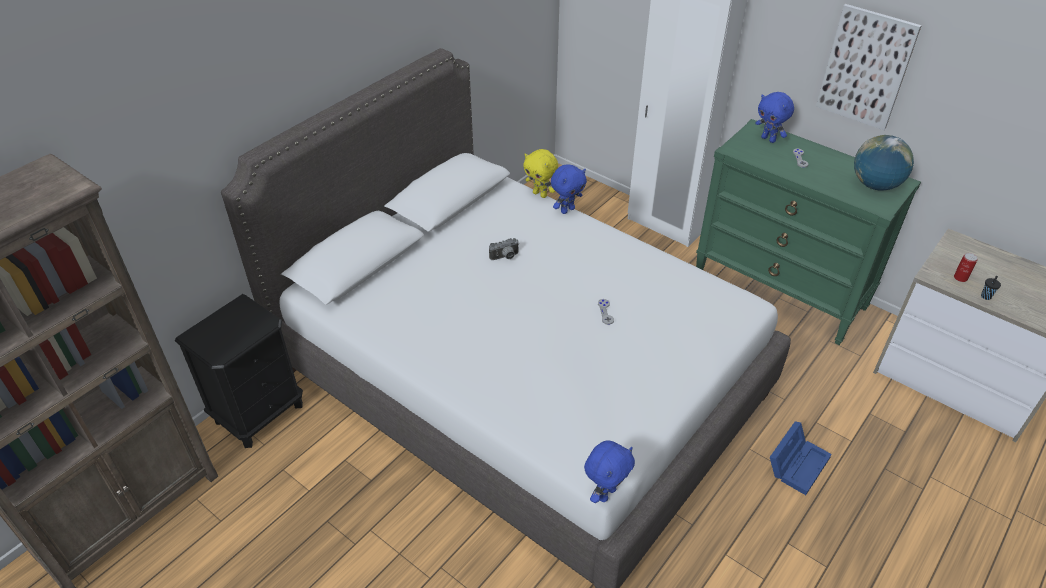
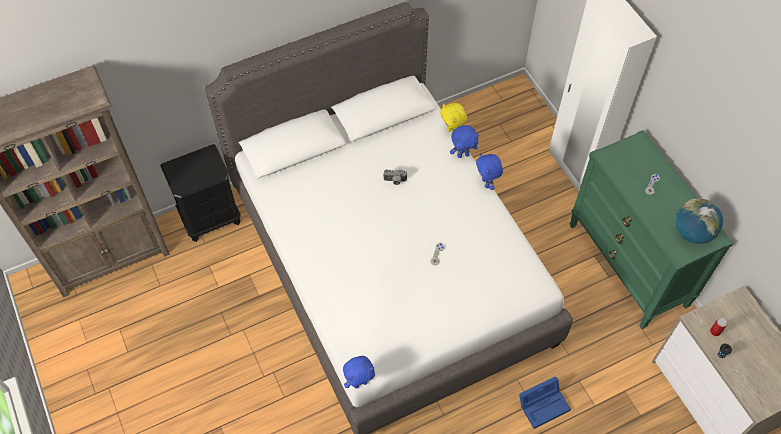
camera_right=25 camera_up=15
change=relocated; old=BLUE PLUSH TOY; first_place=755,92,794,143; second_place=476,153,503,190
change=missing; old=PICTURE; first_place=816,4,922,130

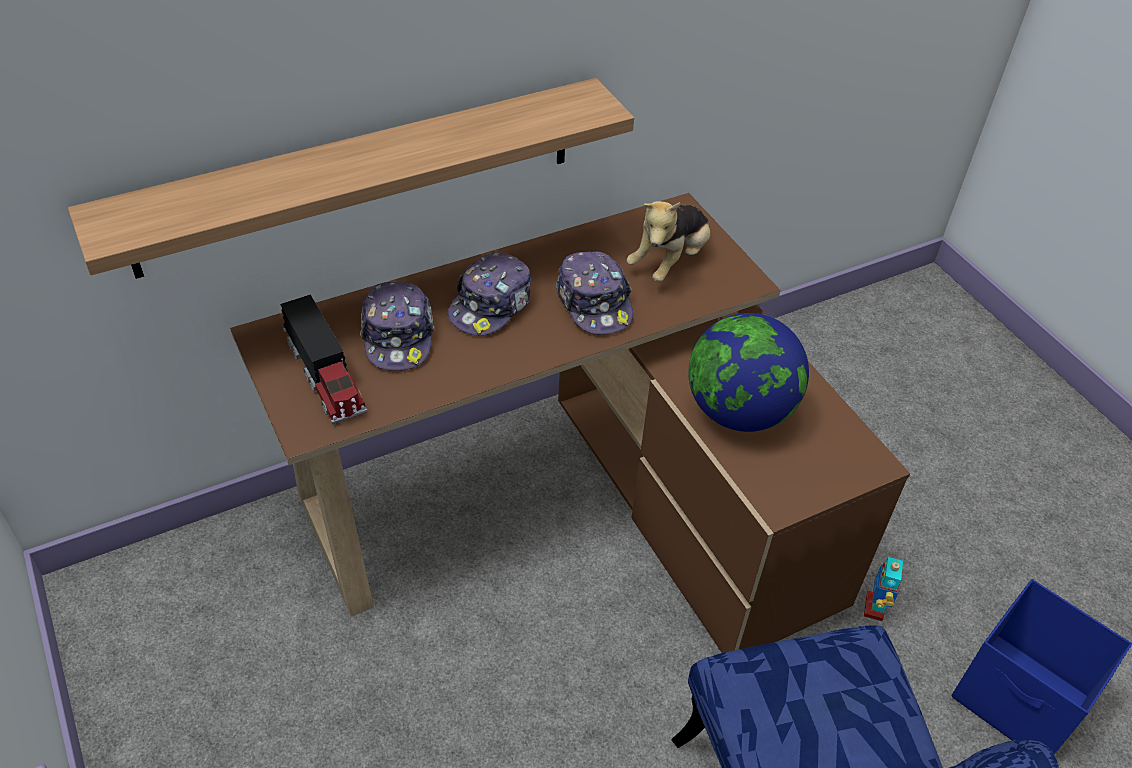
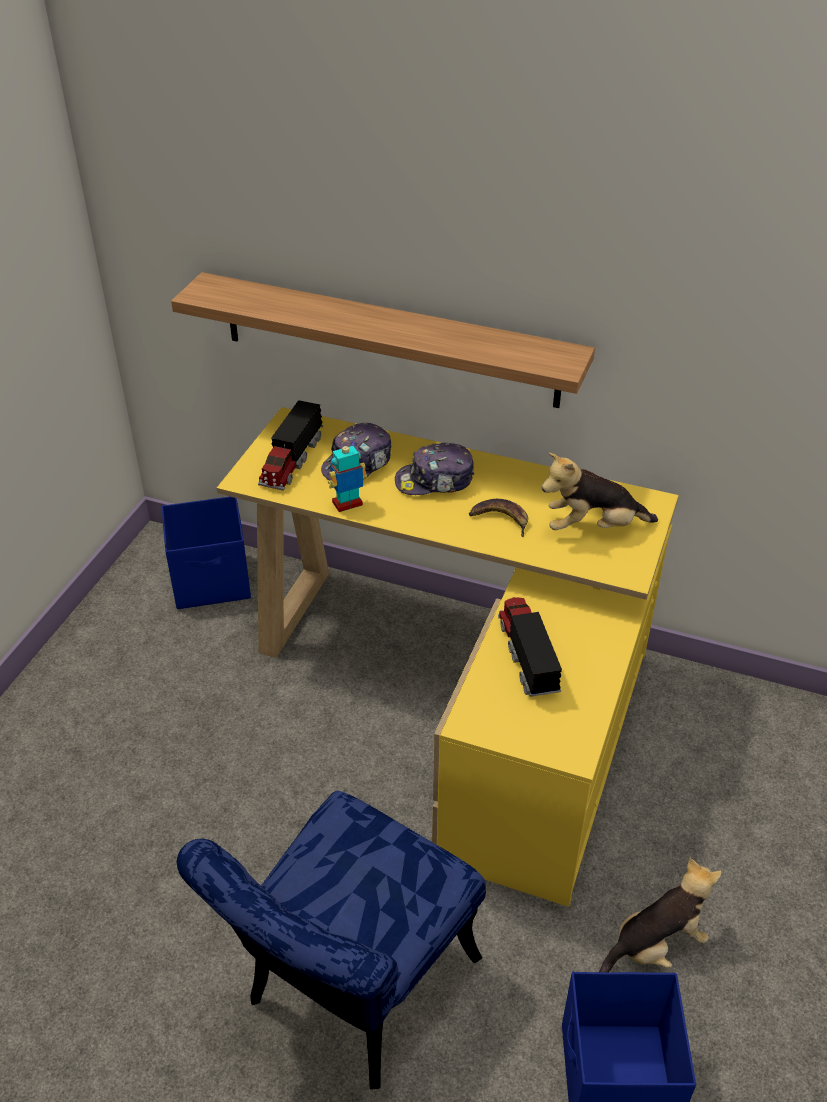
camera_right=50 camera_up=-5
change=colour; old=BROWN DESK; new=YELLOW DESK; first_place=230,193,910,653; second_place=217,407,679,907
change=exchanged; old=CAP; new=BANANA; first_place=556,252,633,335; second_place=469,499,528,537
change=exchanged; old=GLOBE; new=TOY TRUCK; first_place=688,313,809,432; second_place=498,597,562,697
change=relocated; old=TOY ROBOT; first_place=864,557,903,621; second_place=328,441,367,512
change=appeared; new=BLUE STORAGE BOX; second_place=162,497,251,609
change=appeared; new=PLUSH TOY; second_place=599,858,722,972

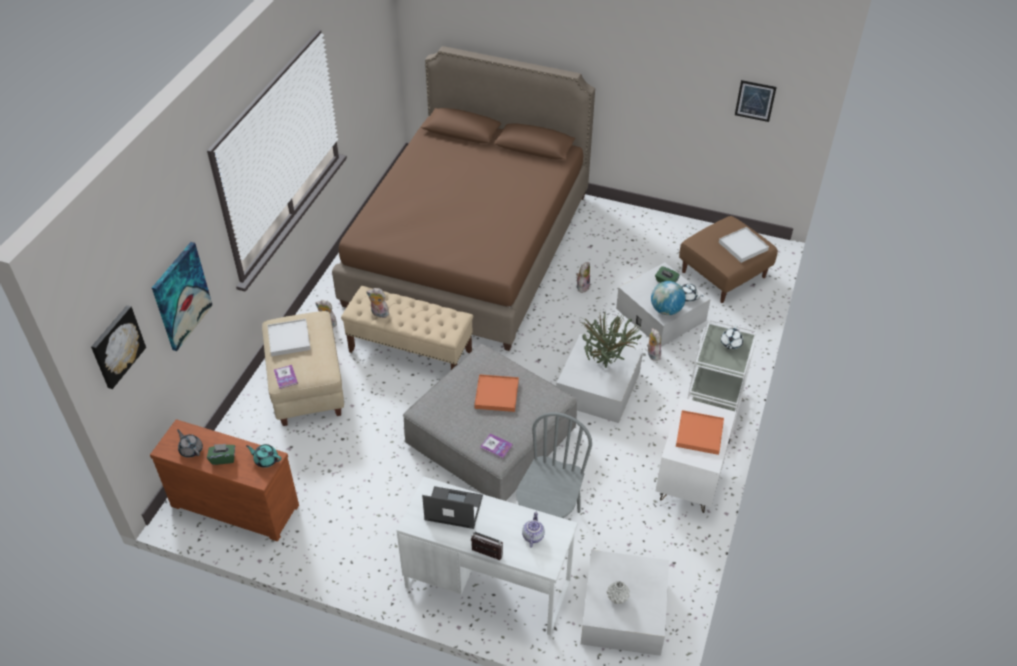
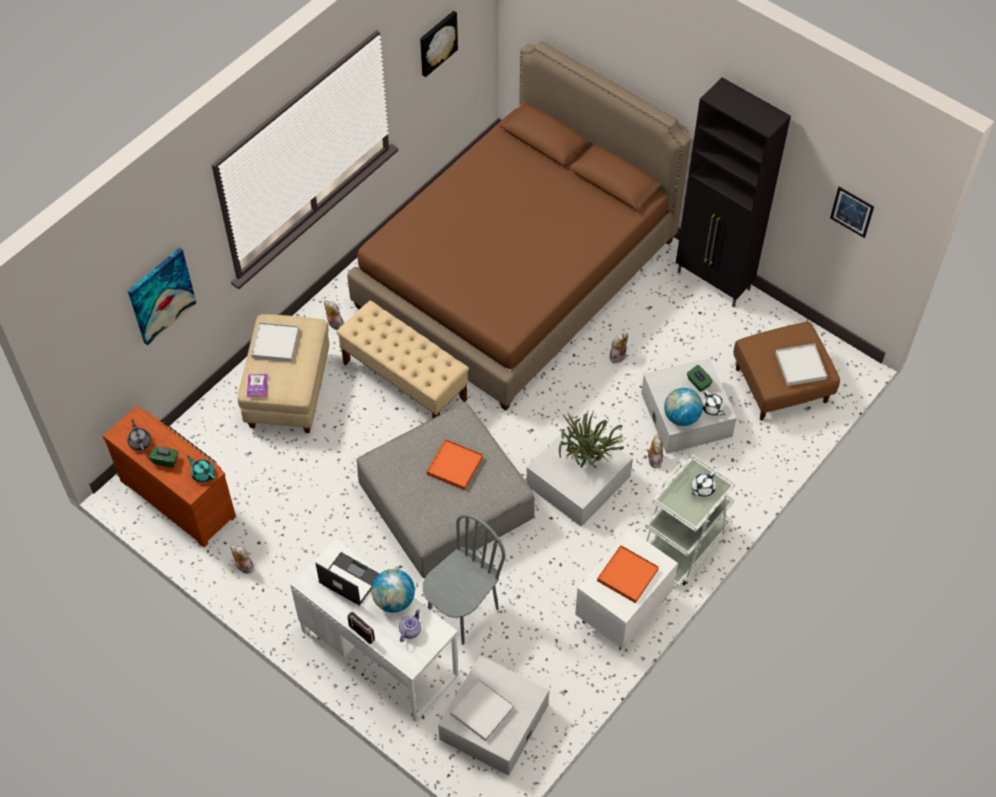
camera_right=20 camera_up=10
change=relocated; old=PICTURE; first_place=91,305,146,389; second_place=420,11,458,77
change=relocated; old=PLUSH TOY; first_place=366,288,389,318; second_place=230,545,254,574
change=missing; old=BOOK; first_place=480,433,513,459
change=exchanged; old=GREY VASE; new=WHITE TRAY; first_place=606,581,630,604; second_place=450,679,514,741
change=appeared; new=GLOBE; second_place=372,569,415,613
change=appeared; new=BLACK CABINET; second_place=676,77,791,307

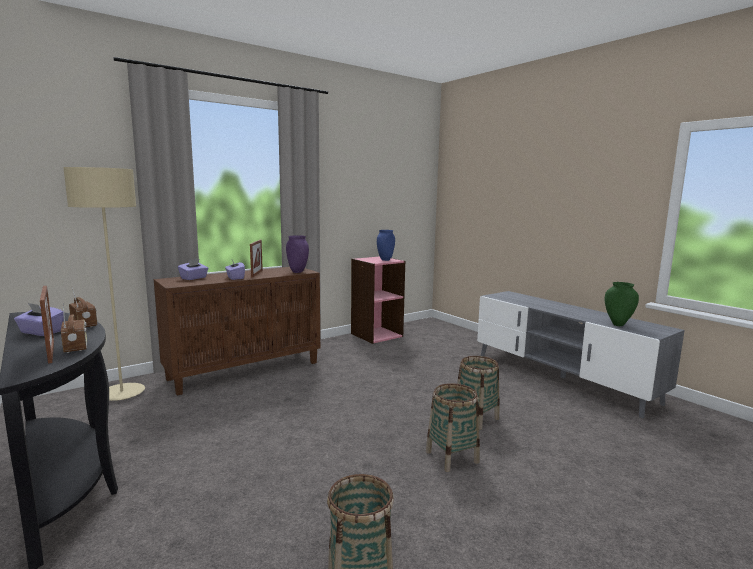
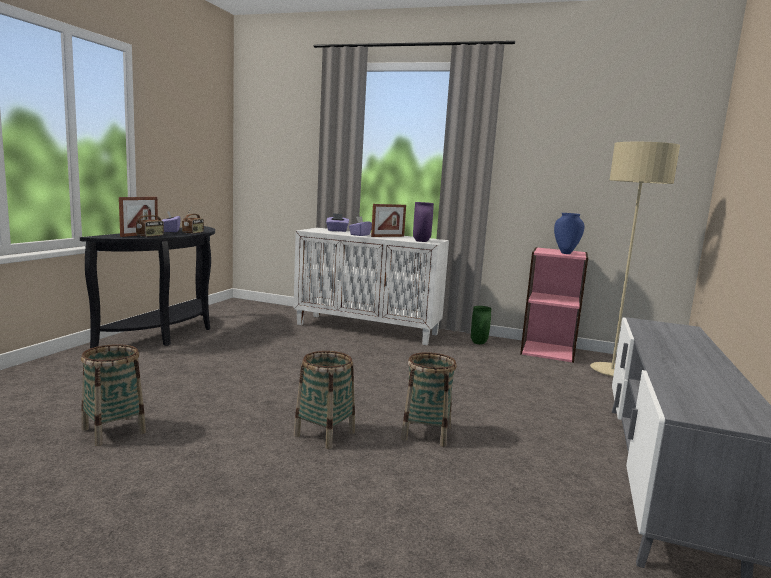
camera_right=55 camera_up=0
change=relocated; old=BEIGE FLOOR LAMP; first_place=63,167,145,401; second_place=590,142,680,376
change=colour; old=BROWN CABINET; new=WHITE CABINET; first_place=154,267,320,396; second_place=293,228,449,345
change=relocated; old=GREEN VASE; first_place=605,282,639,326; second_place=471,306,491,344

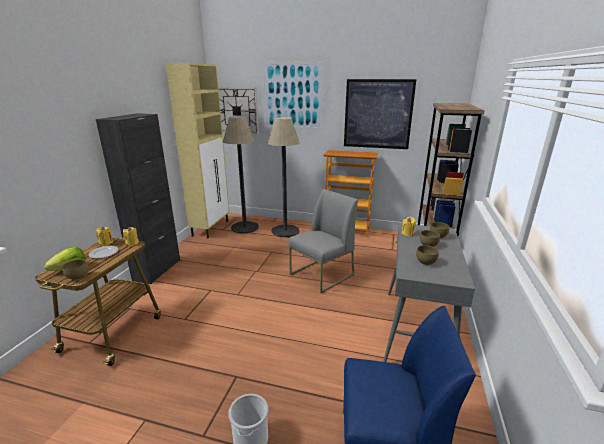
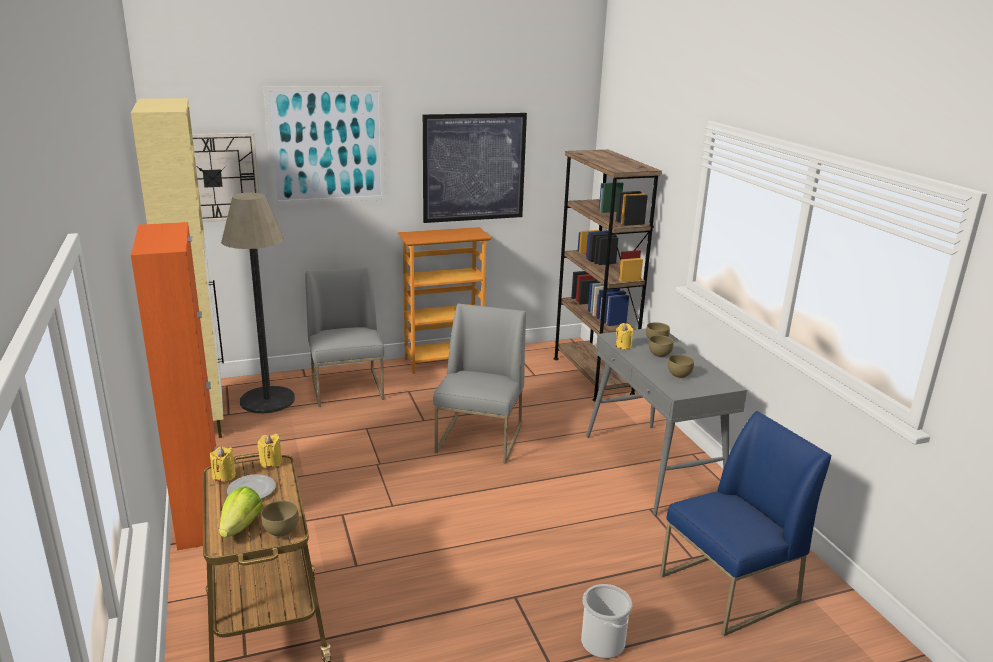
camera_right=-35 camera_up=0
change=colour; old=BLACK CABINET; new=ORANGE CABINET; first_place=96,113,180,284; second_place=131,222,223,550
change=exchanged; old=FLOOR LAMP; new=GREY CHAIR; first_place=268,117,300,237; second_place=306,267,385,407

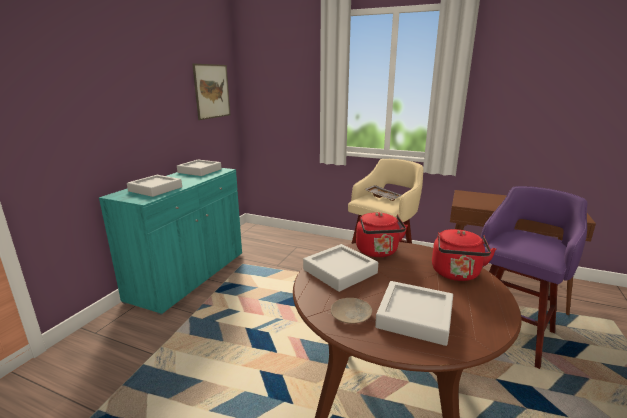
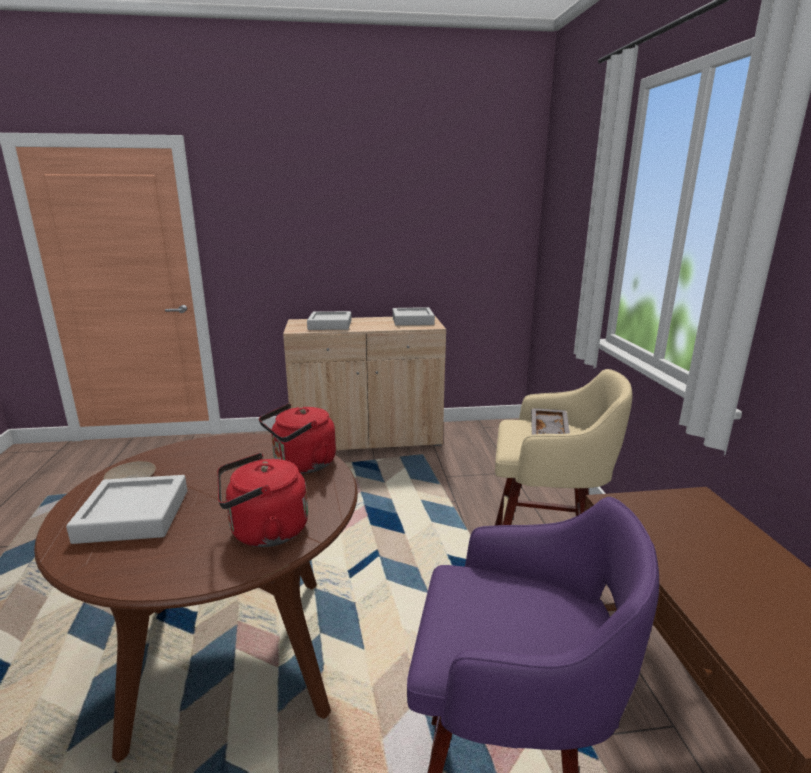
camera_right=60 camera_up=0
change=colour; old=TURQUOISE CABINET; new=BEIGE CABINET; first_place=99,168,242,315; second_place=283,316,446,450
change=missing; old=PICTURE; first_place=192,64,230,120
change=missing; old=GREY TRAY; first_place=303,244,378,292

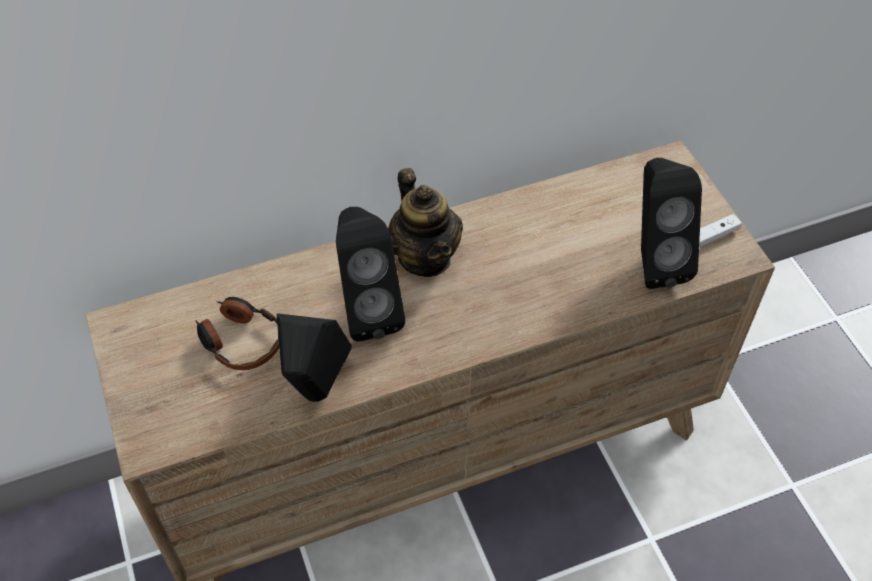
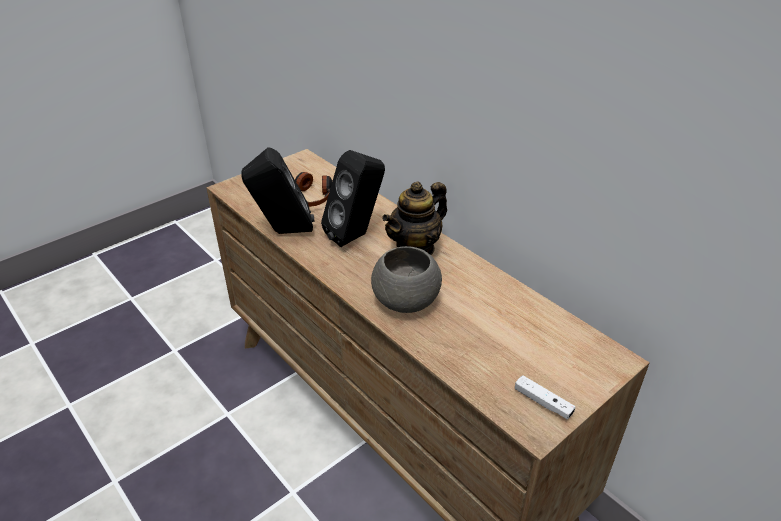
camera_right=70 camera_up=-15
change=missing; old=BLACK SPEAKER; first_place=641,158,702,289
change=appeared; new=GREY BOWL; second_place=371,246,442,313

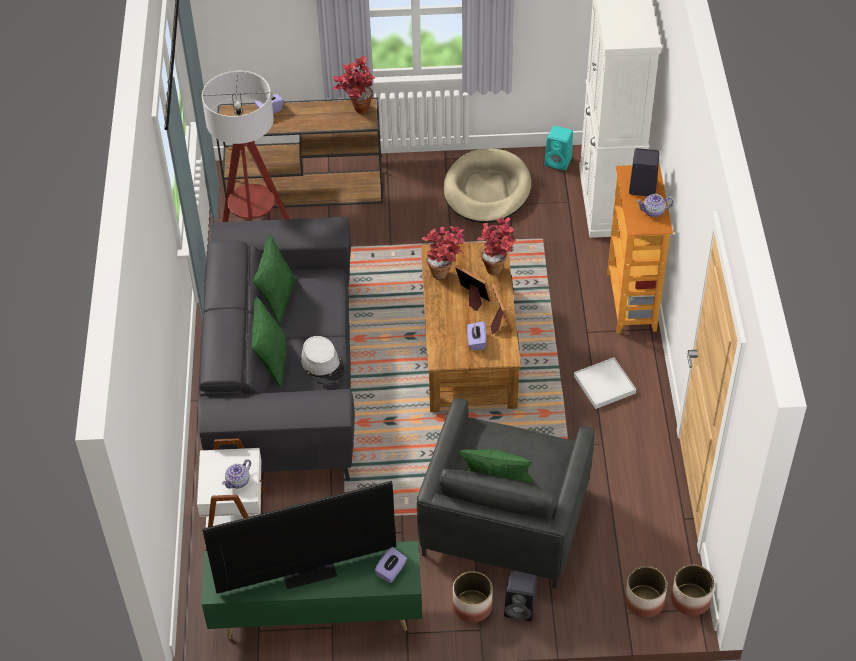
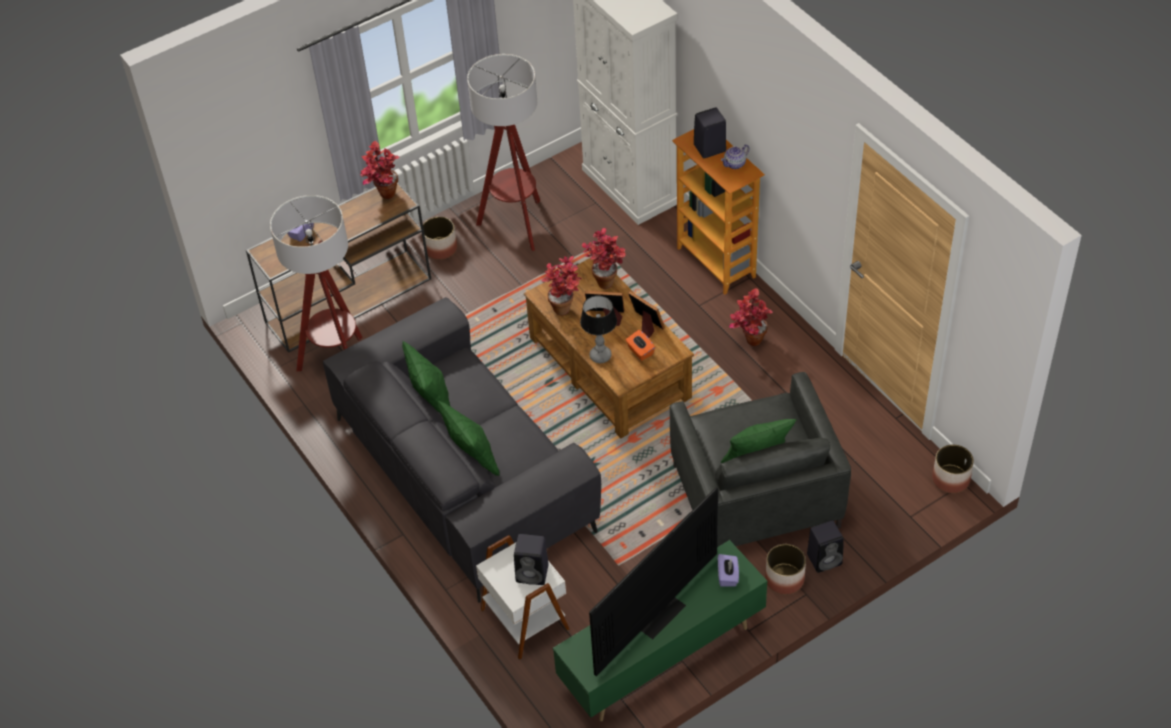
camera_right=-30 camera_up=0
change=exchanged; old=TEAPOT; new=BLACK SPEAKER; first_place=222,459,251,489; second_place=514,534,549,585
change=missing; old=GREY HAT; first_place=301,336,345,384
change=exchanged; old=BEIGE DOG BED; new=FLOOR LAMP; first_place=444,148,531,223; second_place=467,54,540,251
change=colour; old=PURPLE TISSUE BOX; new=ORANGE TISSUE BOX; first_place=467,321,486,350; second_place=626,330,655,361
change=missing; old=TURQUOISE SPEAKER; first_place=545,126,573,171
change=exchanged; old=WHITE TRAY; new=POTTED PLANT; first_place=574,357,636,409; second_place=729,288,773,346
change=relocated; old=PLANTER; first_place=625,566,667,618; second_place=423,217,457,260
change=appeared; new=TABLE LAMP; second_place=580,296,617,363

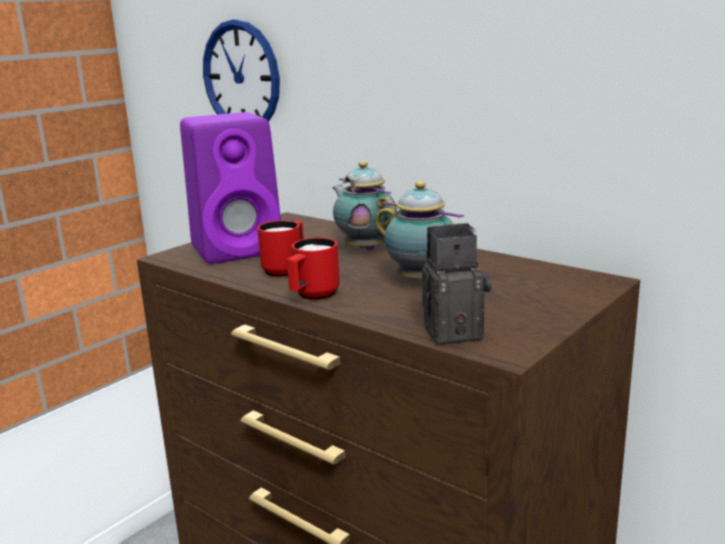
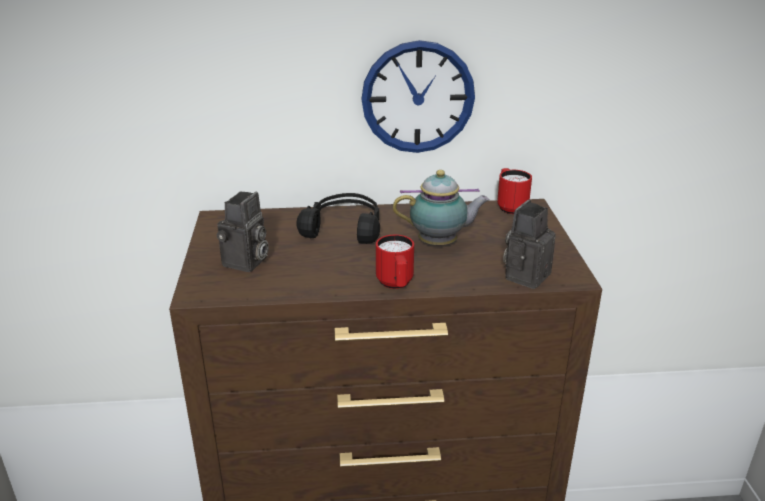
camera_right=-45 camera_up=10
change=exchanged; old=PURPLE SPEAKER; new=PHOTO CAMERA; first_place=180,112,281,264; second_place=217,191,269,272
change=relocated; old=WALL CLOCK; first_place=203,19,280,122; second_place=361,40,475,153
change=relocated; old=RED MUG; first_place=257,220,304,277; second_place=497,168,532,214
change=exchanged; old=TEAPOT; new=BLACK HEADPHONES; first_place=333,161,397,251; second_place=296,193,380,244

